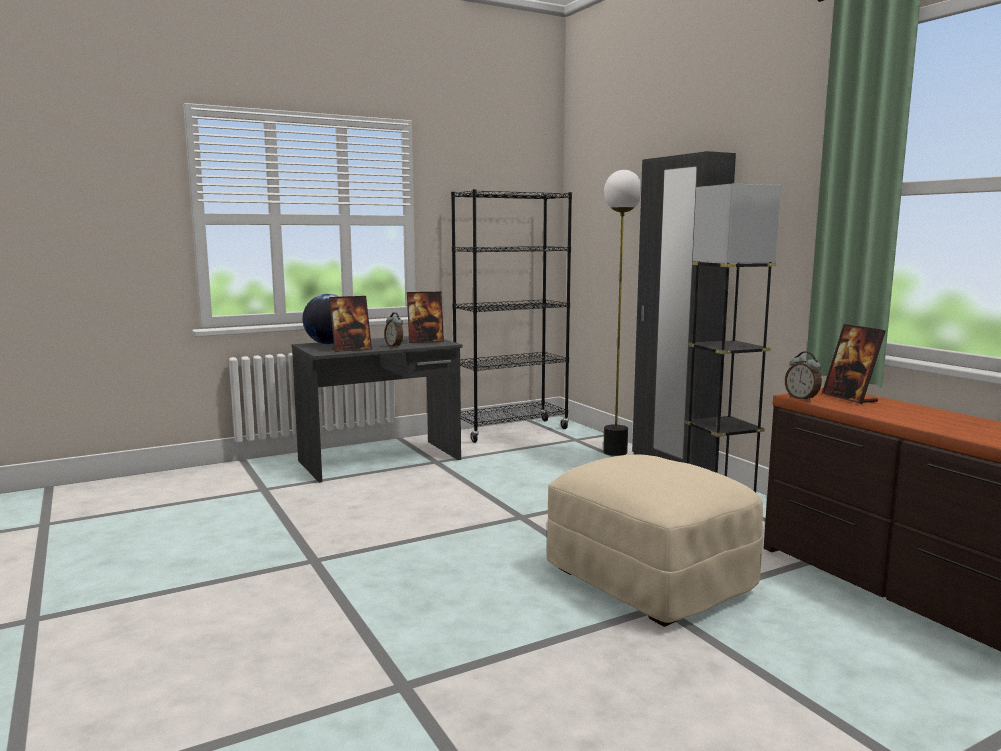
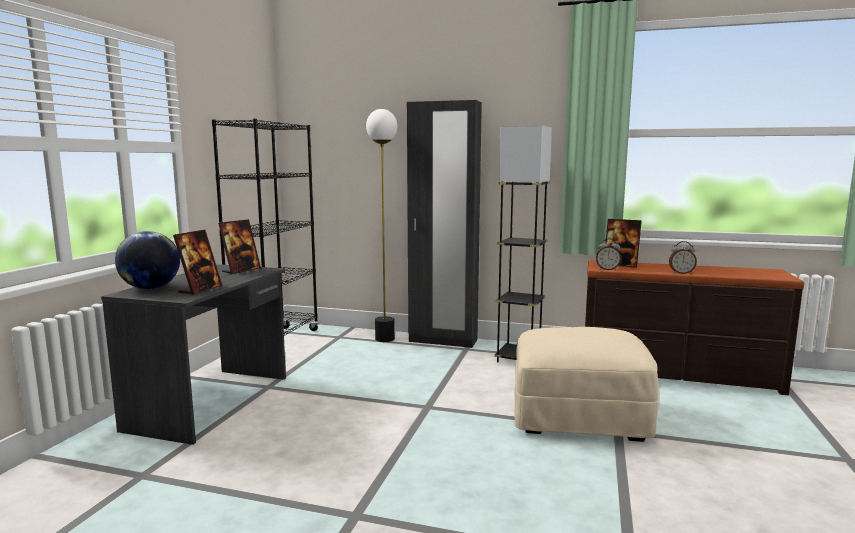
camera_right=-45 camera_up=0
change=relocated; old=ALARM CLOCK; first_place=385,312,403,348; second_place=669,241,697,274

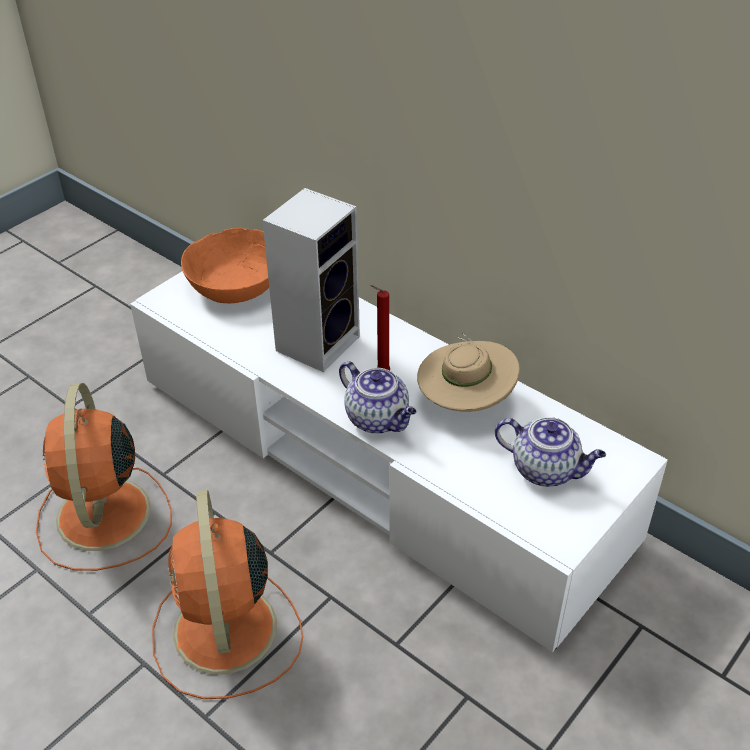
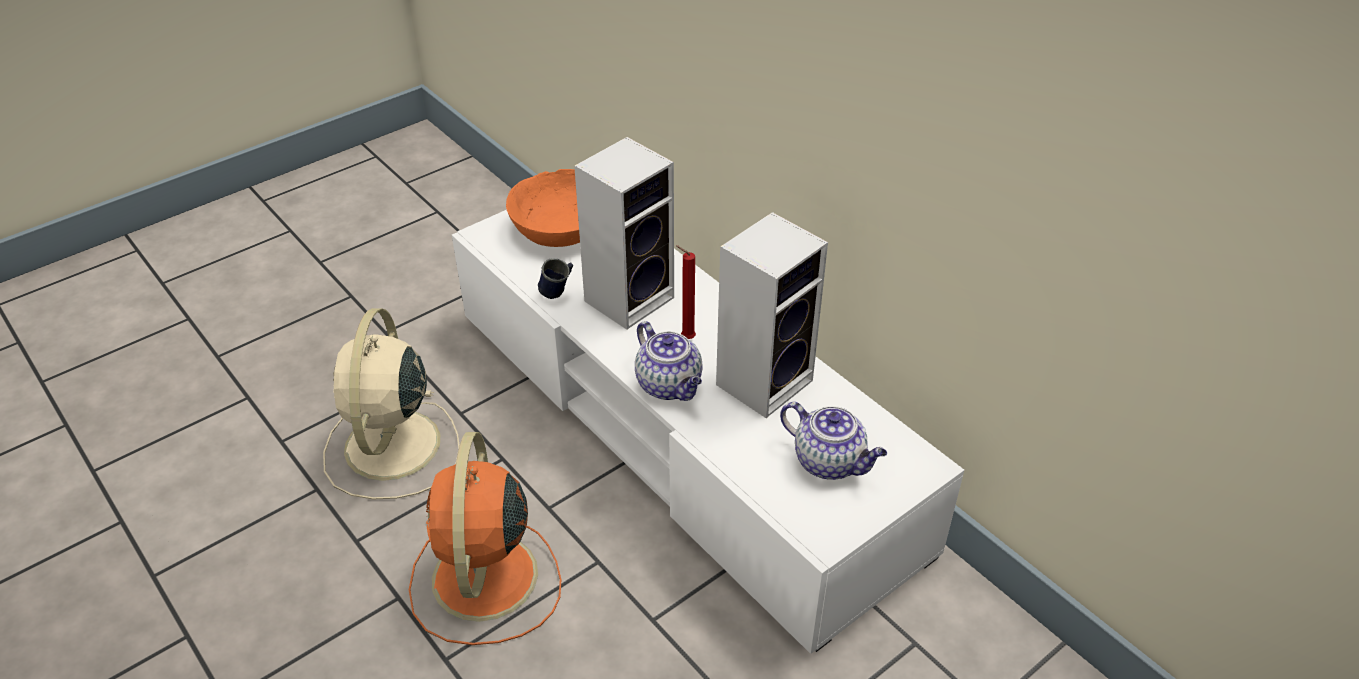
camera_right=10 camera_up=0
change=colour; old=ORANGE FAN; new=BEIGE FAN; first_place=36,383,172,571; second_place=323,308,460,499
change=exchanged; old=BEIGE HAT; new=SPEAKER; first_place=417,333,519,412; second_place=716,212,828,418
change=appeared; new=BLUE MUG; second_place=538,258,573,299

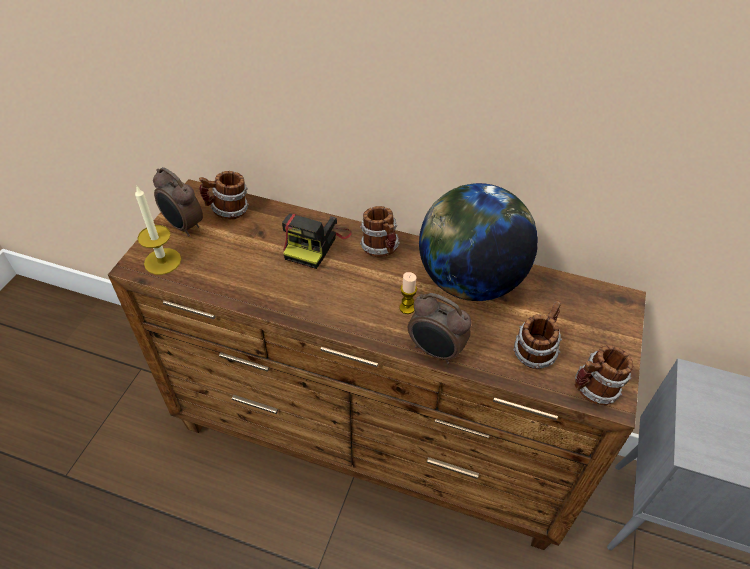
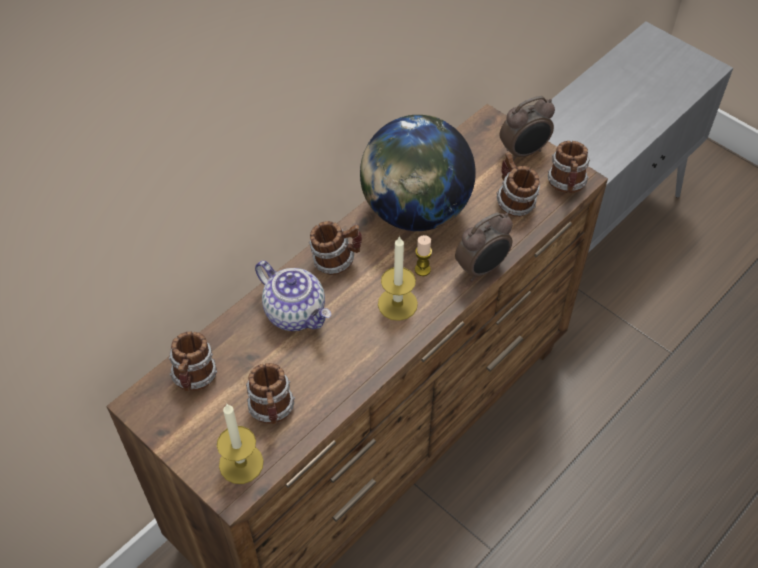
camera_right=-65 camera_up=5
change=relocated; old=ALARM CLOCK; first_place=153,167,203,236; second_place=500,96,555,161
change=exchanged; old=PHOTO CAMERA; new=TEAPOT; first_place=282,214,352,269; second_place=255,261,331,331
change=appeared; new=MUG; second_place=246,363,295,424
change=appeared; new=CANDLE; second_place=378,236,418,321

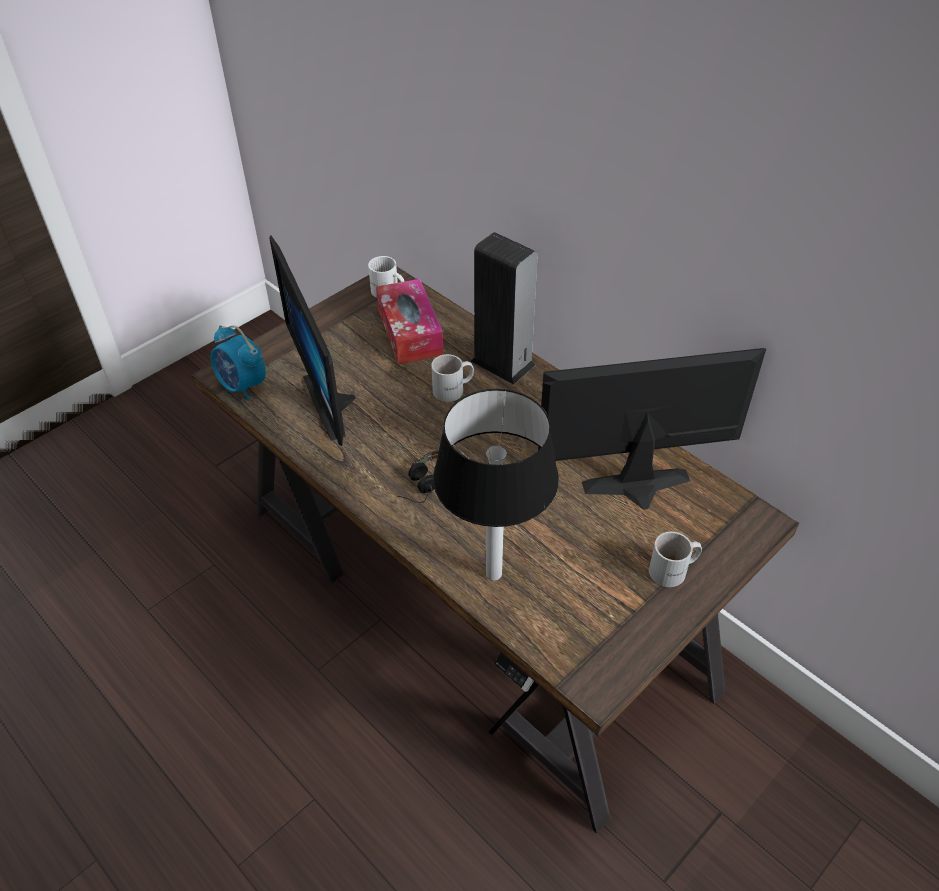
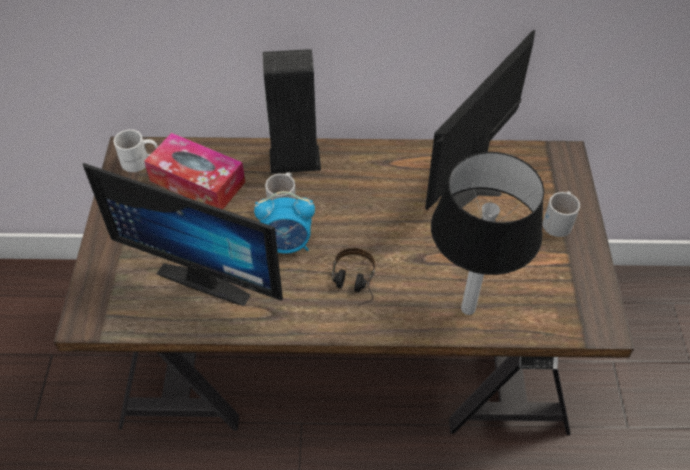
camera_right=-45 camera_up=5
change=relocated; old=ALARM CLOCK; first_place=211,325,266,401; second_place=254,191,315,254

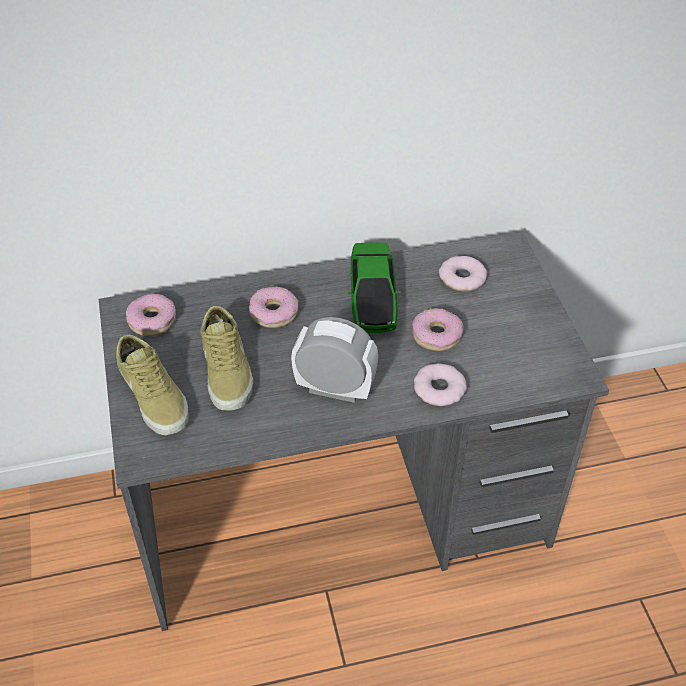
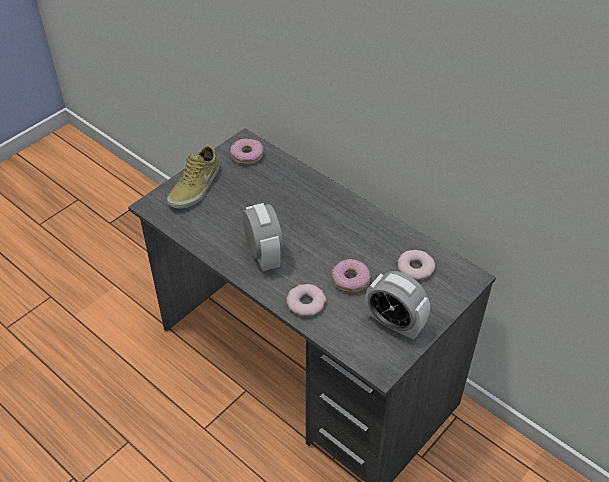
camera_right=55 camera_up=0
change=missing; old=BEIGE SHOE; first_place=200,306,253,411
change=missing; old=DONUT; first_place=249,286,299,328
change=missing; old=TOY CAR; first_place=348,242,401,333
change=appeared; new=ALARM CLOCK; second_place=365,271,430,339

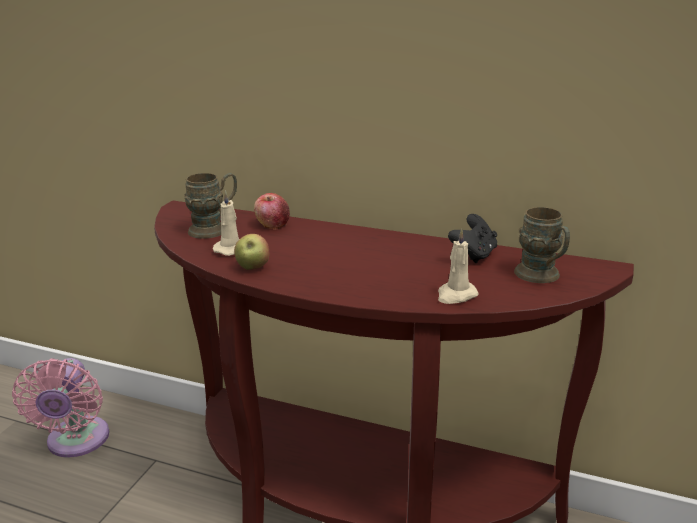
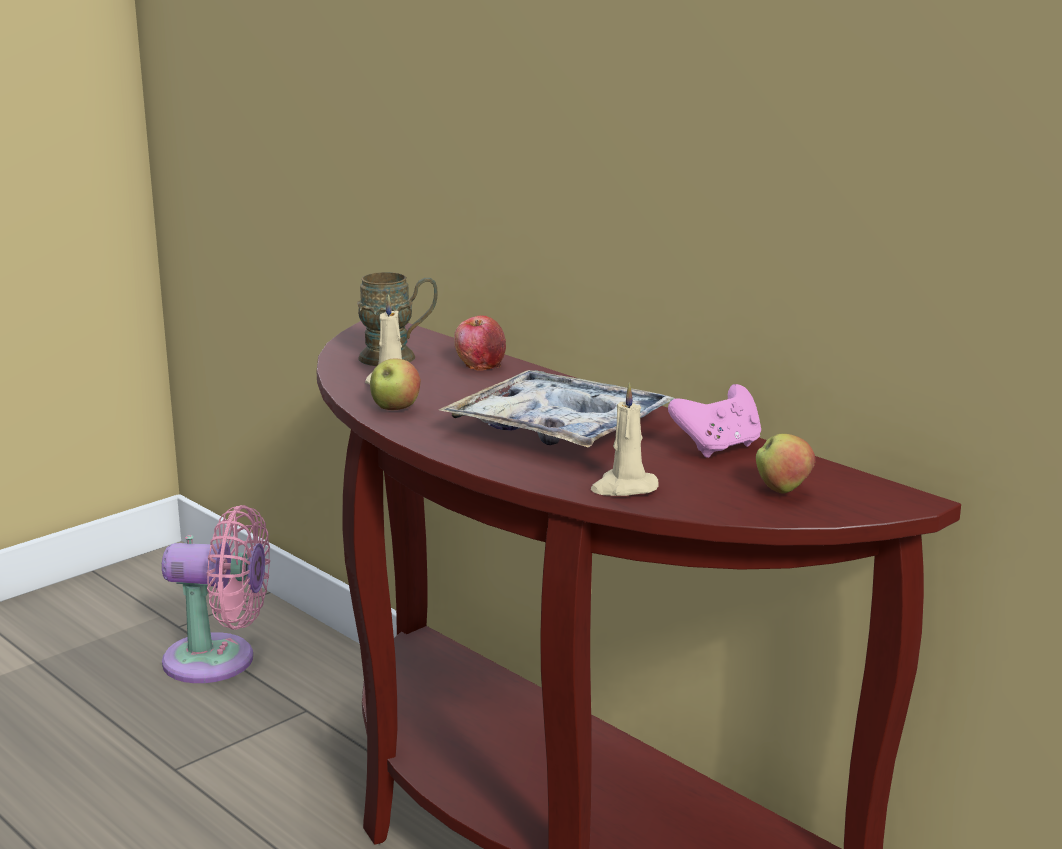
camera_right=25 camera_up=-5
change=spun; old=PINK FAN; first_place=12,358,109,458; second_place=162,505,270,683; degrees=-105
change=colour; old=BLACK GAME CONTROLLER; new=PINK GAME CONTROLLER; first_place=448,214,497,263; second_place=668,384,761,458
change=exchanged; old=BROWN MUG; new=APPLE; first_place=514,207,570,283; second_place=756,434,815,494
change=appeared; new=TRAY; second_place=439,370,675,448

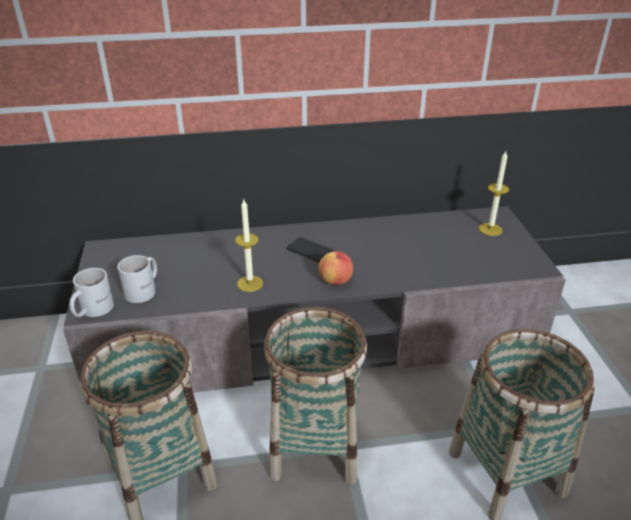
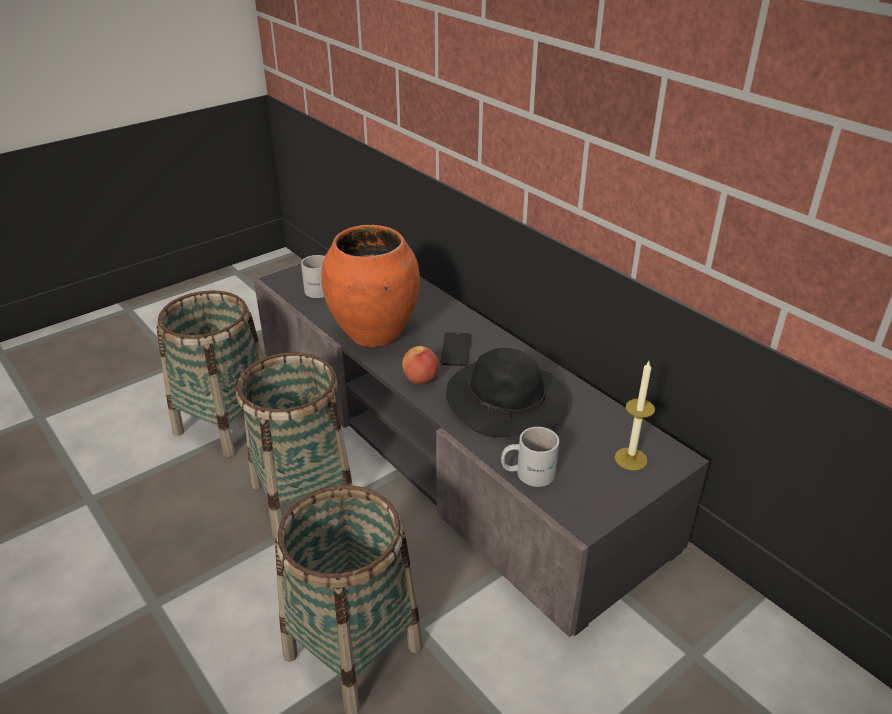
camera_right=60 camera_up=0
change=relocated; old=WHITE MUG; first_place=69,268,114,317; second_place=501,427,559,487
change=exchanged; old=CANDLE; new=ORANGE VASE; first_place=235,198,263,292; second_place=322,225,420,347
change=appeared; new=BLACK HAT; second_place=446,348,568,437

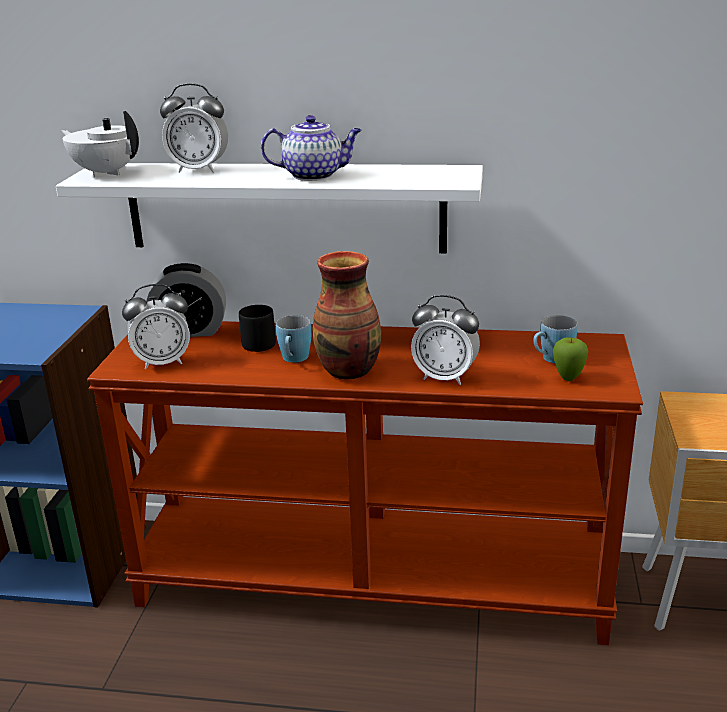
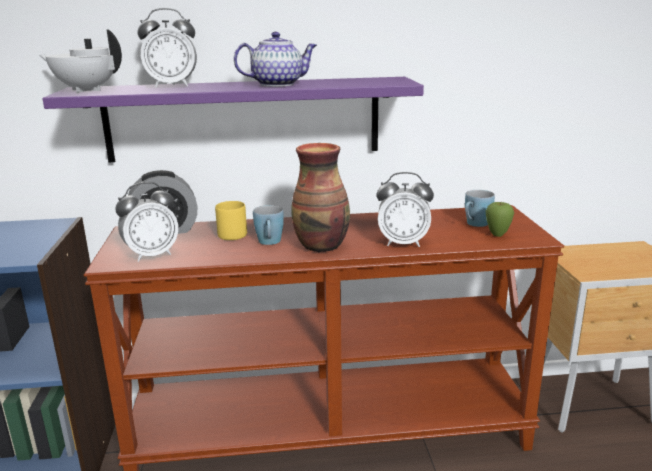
camera_right=-15 camera_up=-5
change=colour; old=WHITE SHELF; new=PURPLE SHELF; first_place=56,163,483,253; second_place=42,77,424,162
change=colour; old=BLACK MUG; new=YELLOW MUG; first_place=239,305,276,352; second_place=215,201,247,240

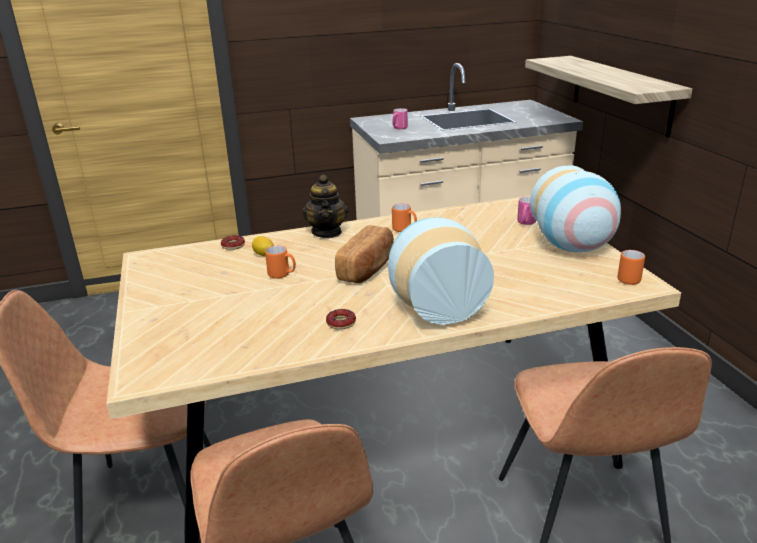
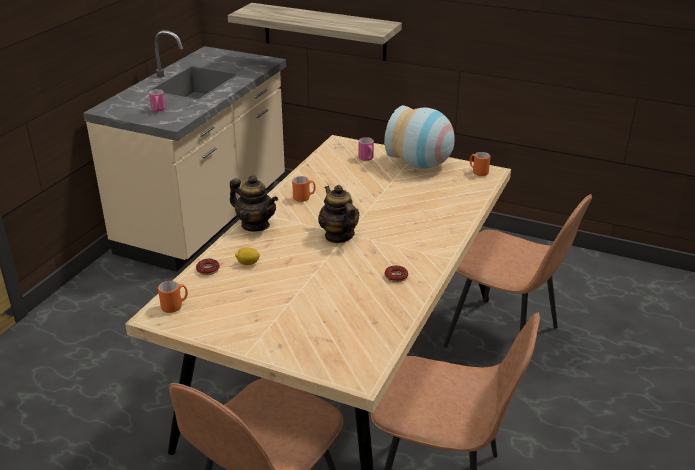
camera_right=-50 camera_up=5
change=relocated; old=ORANGE MUG; first_place=265,246,296,279; second_place=158,281,188,313
change=exchanged; old=BREAD; new=TEAPOT; first_place=335,225,394,283; second_place=318,185,359,243
change=missing; old=VASE; first_place=388,217,494,325

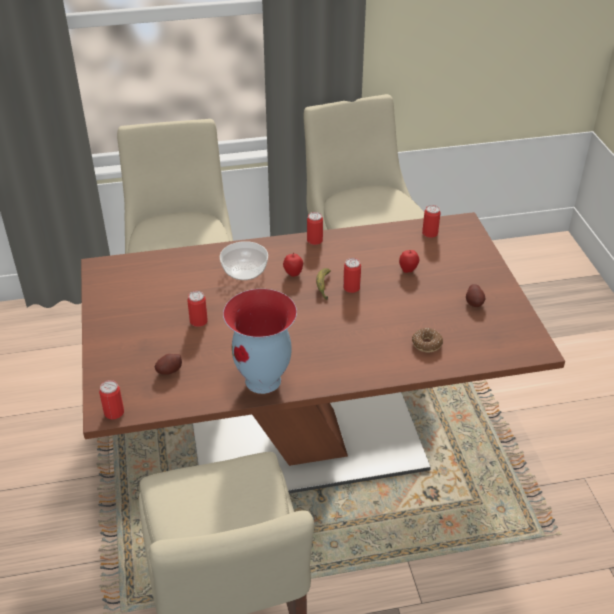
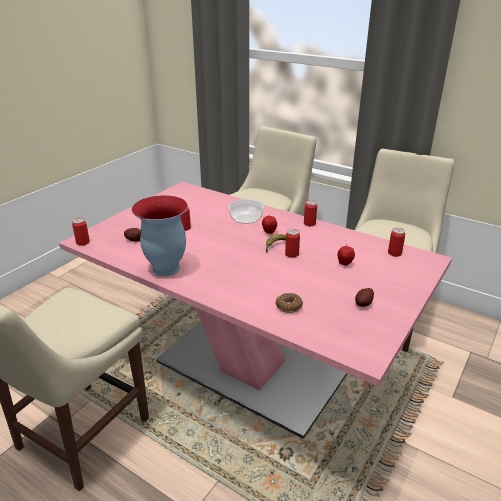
camera_right=45 camera_up=-10
change=colour; old=BROWN DINING TABLE; new=PINK DINING TABLE; first_place=81,212,565,494; second_place=59,182,452,439

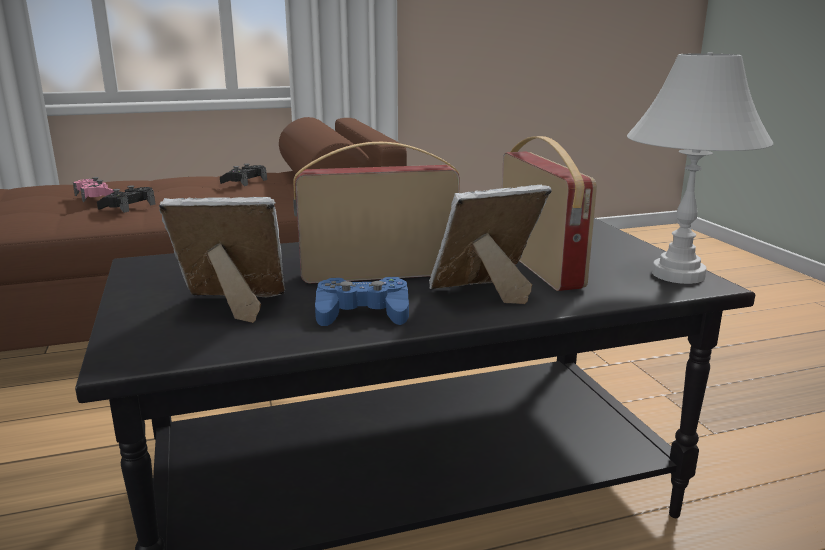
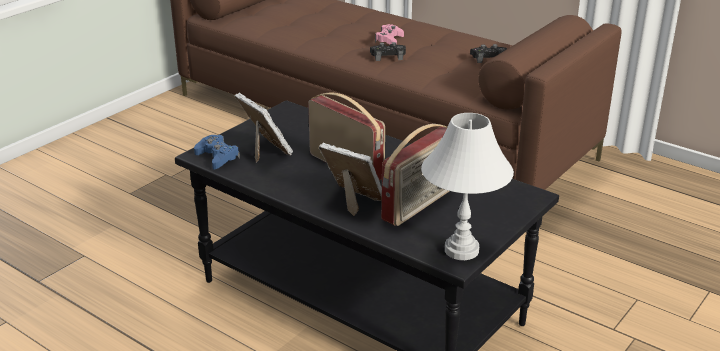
camera_right=55 camera_up=10
change=relocated; old=BLUE GAME CONTROLLER; first_place=315,277,409,326; second_place=194,135,240,169

